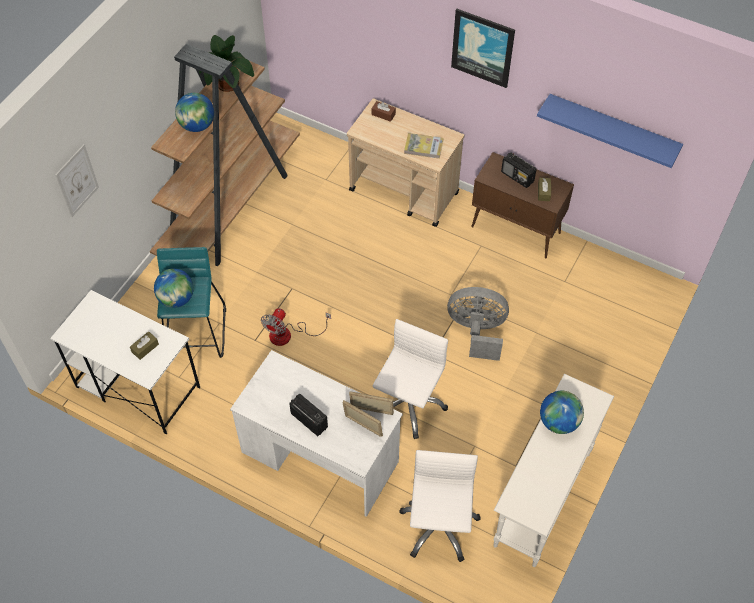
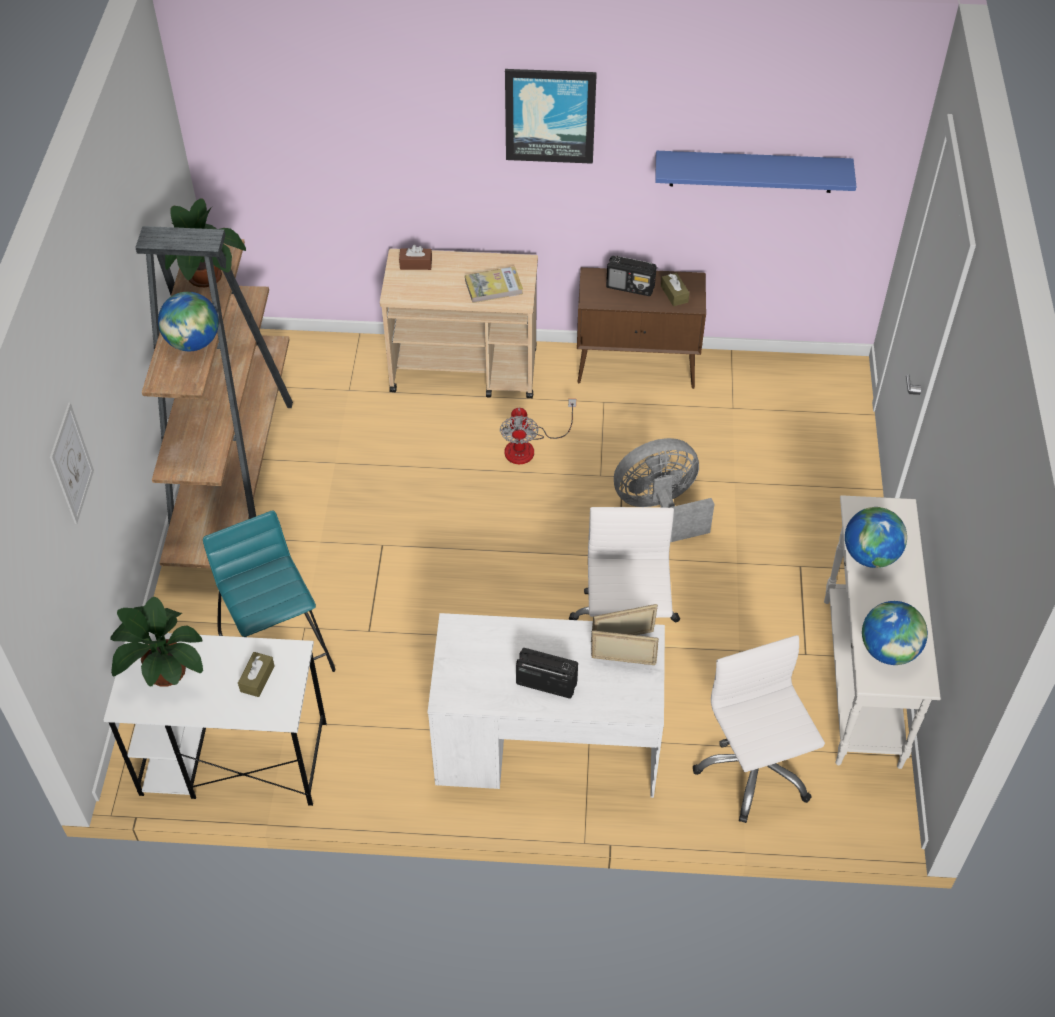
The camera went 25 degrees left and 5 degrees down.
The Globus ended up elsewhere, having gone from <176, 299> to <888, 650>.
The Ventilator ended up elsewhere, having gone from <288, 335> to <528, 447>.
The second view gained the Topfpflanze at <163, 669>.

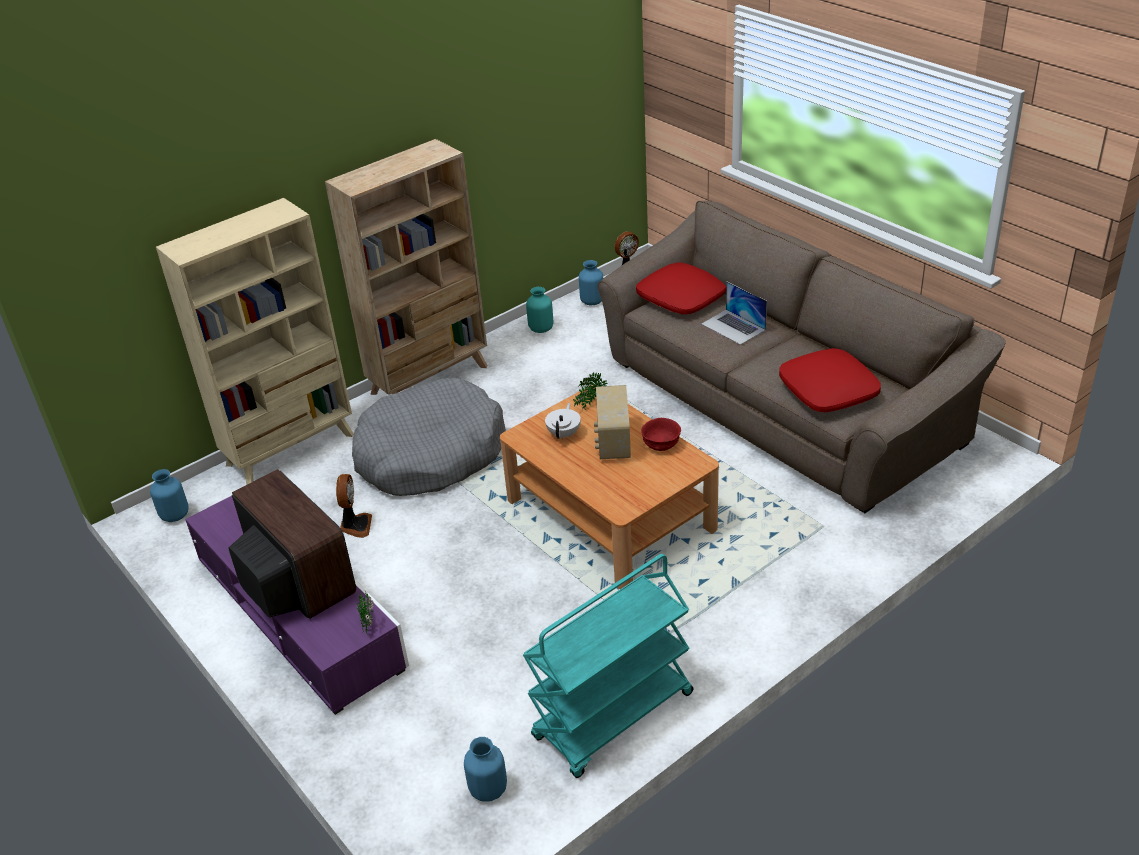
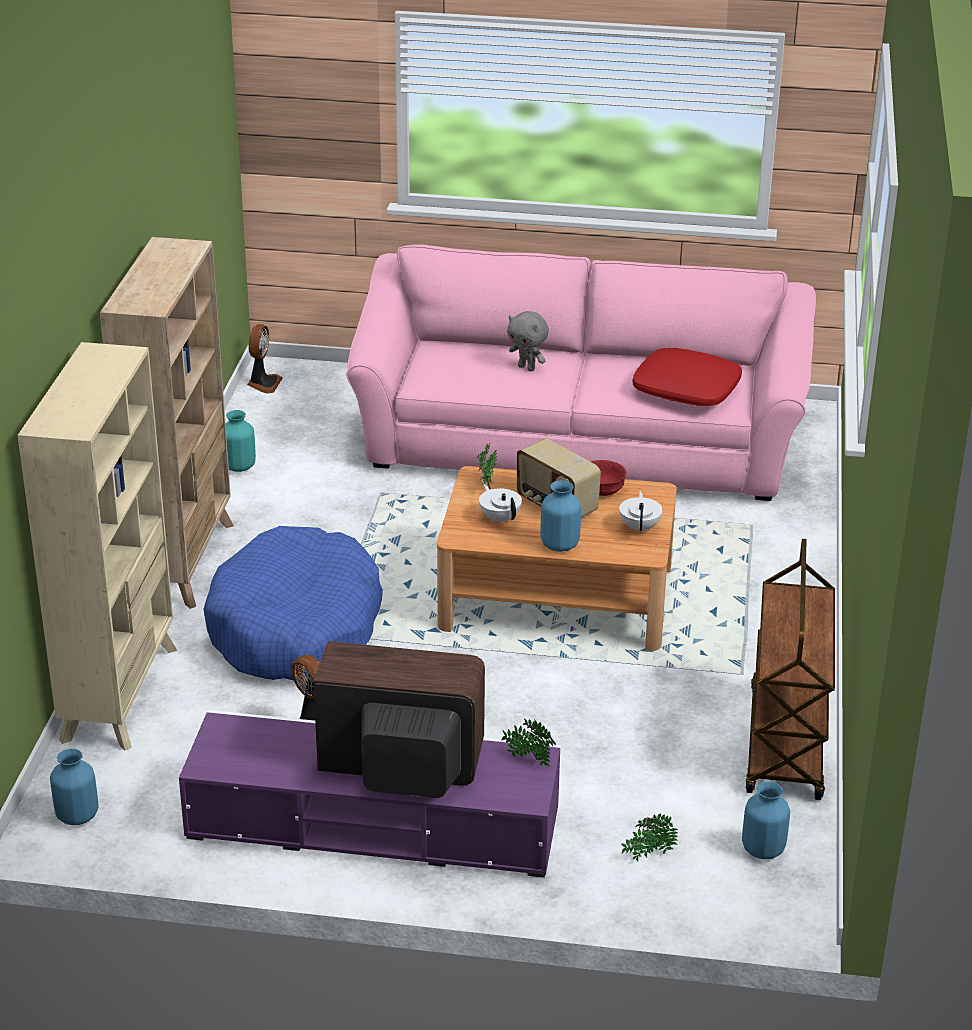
The camera went 45 degrees left and 5 degrees down.
What was the Sofa/braun at <780, 402> turned into the Sofa/rosa at <579, 441>.
The Vase/blau ended up elsewhere, having gone from <592, 301> to <560, 545>.
The second view lost the Kissen/rot at <682, 297>.
Where the Laptop stood at <733, 327>, the Plüschtier/grau came to stand at <527, 368>.
What was the Hundebett/grau at <430, 454> turned into the Hundebett/blau at <295, 628>.
What was the Rollwagen/türkis at <613, 718> turned into the Rollwagen/braun at <786, 745>.
The second view gained the Teekanne/weiß at <640, 527>.
The second view gained the Topfpflanze at <647, 855>.

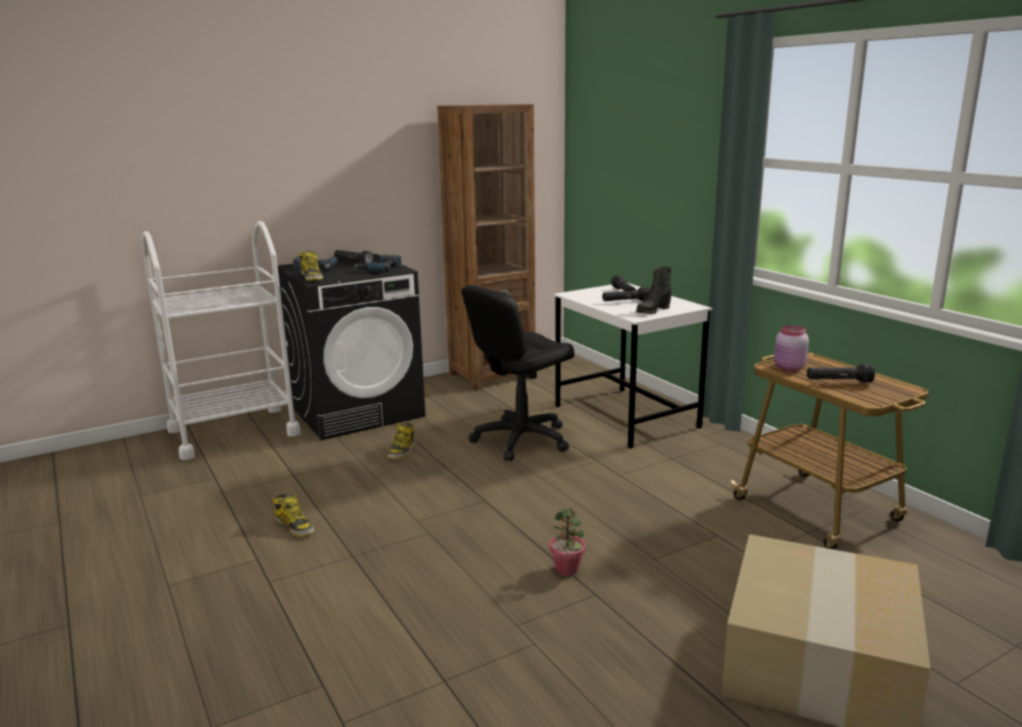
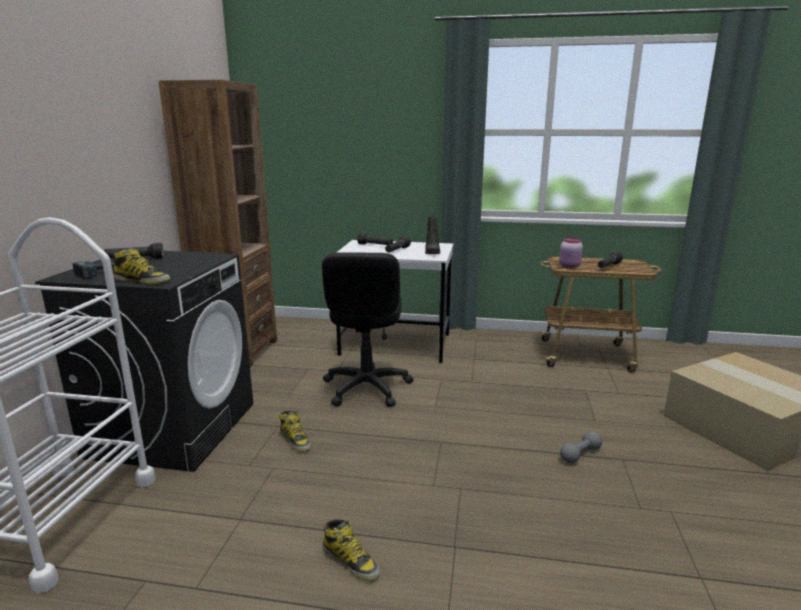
The camera went 50 degrees left and 0 degrees up.
The second view lost the Bohrmaschine at <379, 268>.
The Stiefel at <295, 526> ended up facing another way, 45 degrees clockwise from before.
Where the Topfpflanze stood at <567, 569>, the Hantel/grau came to stand at <580, 454>.

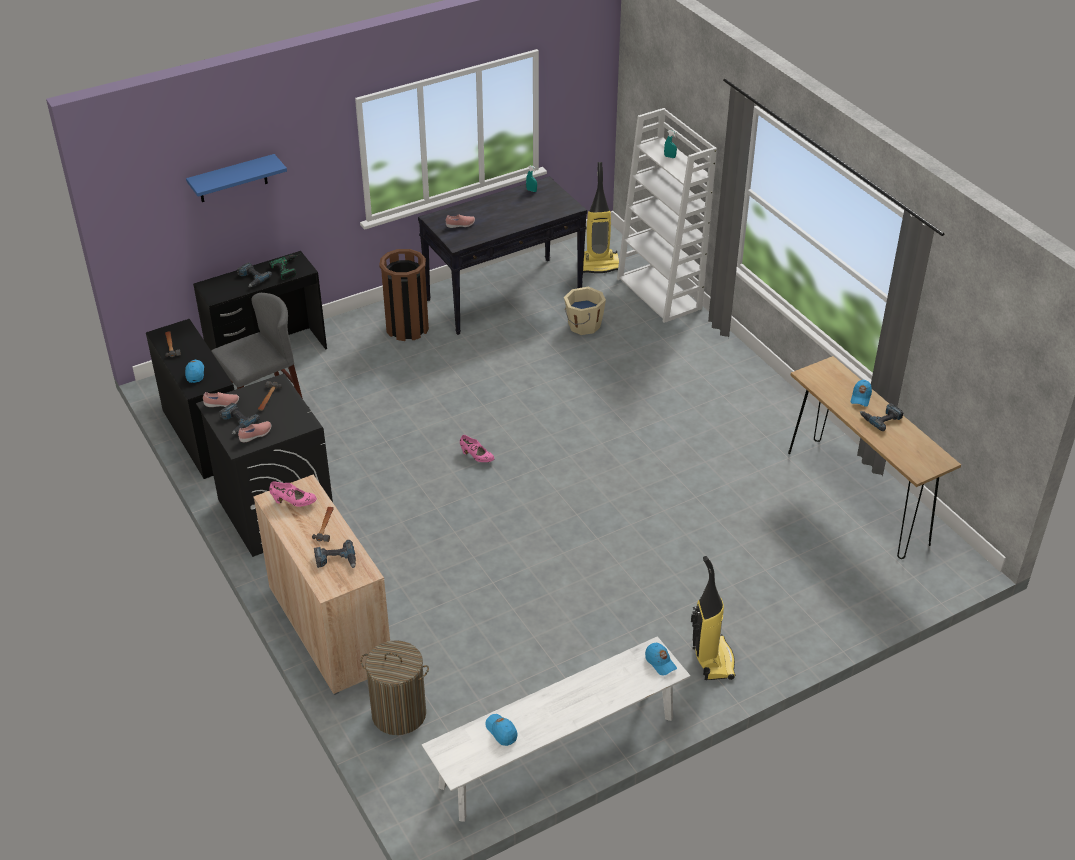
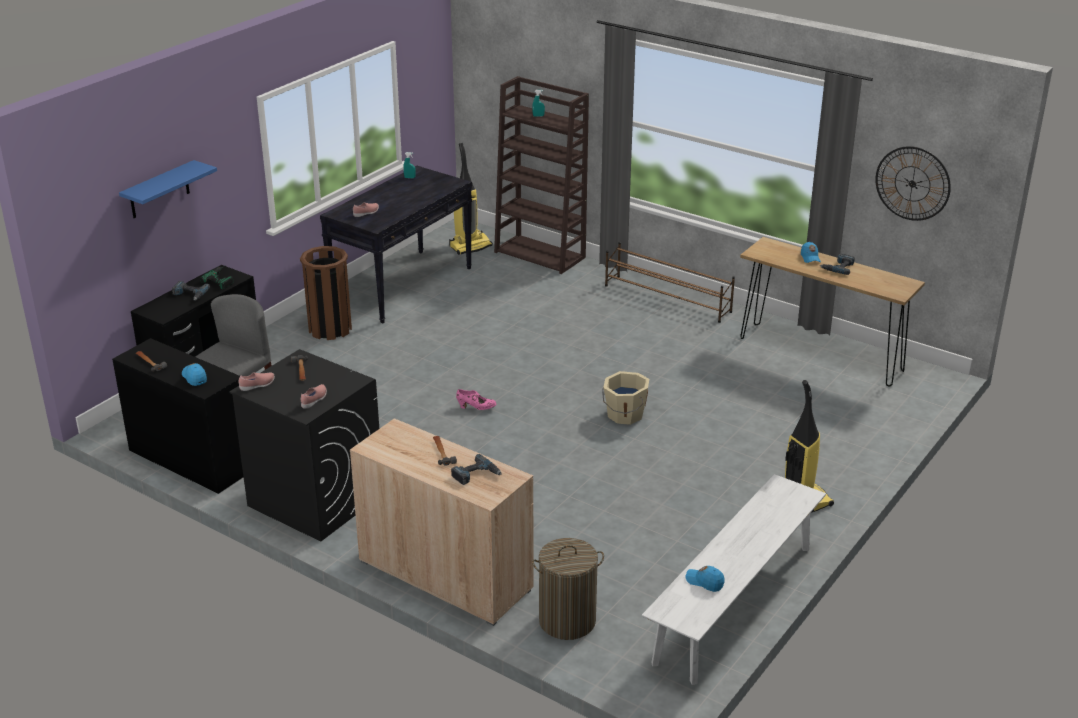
The camera went 25 degrees left and 10 degrees down.
What was the Bücherregal/weiß at <660, 294> turned into the Bücherregal/braun at <541, 255>.
The Eimer/beige ended up elsewhere, having gone from <583, 325> to <624, 415>.
The second view lost the Bohrmaschine at <236, 422>.
The second view lost the Schuh/rosa at <294, 502>.
The second view lost the Kappe/blau at <660, 662>.
The second view gained the Wanduhr at <912, 183>.
The second view gained the Schuhregal/braun at <667, 299>.

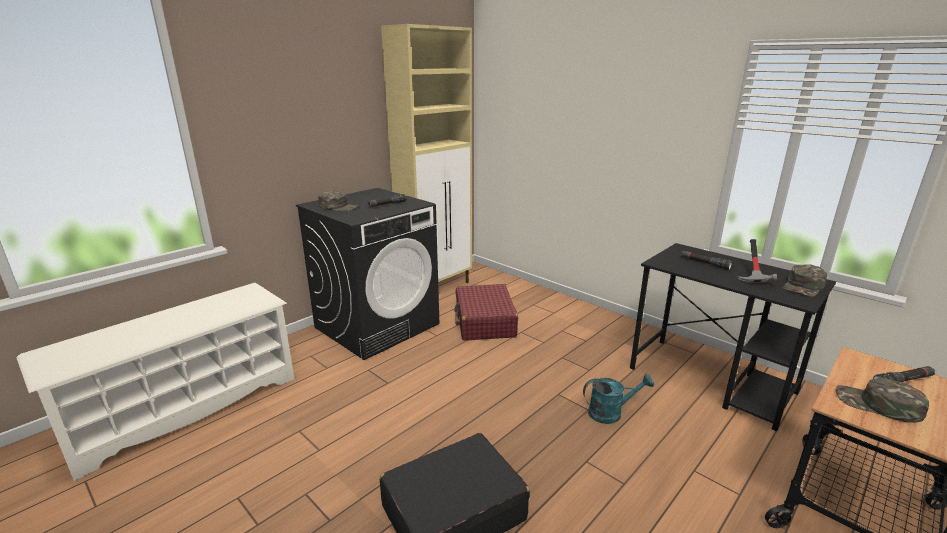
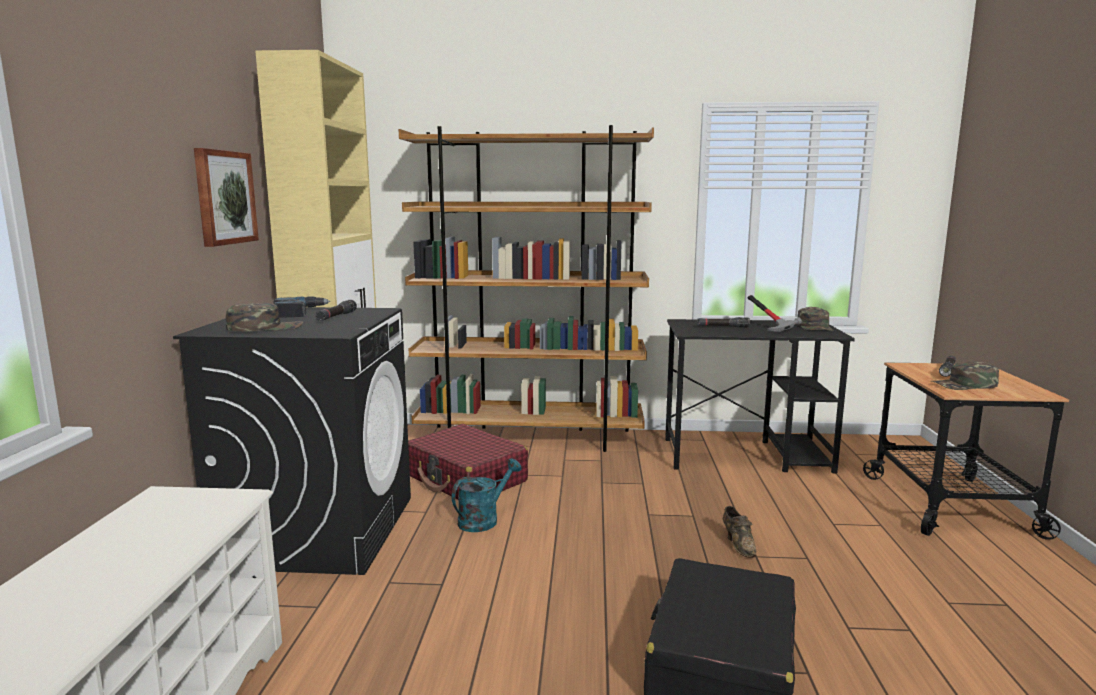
The camera went 40 degrees left and 10 degrees down.
The Gießkanne/türkis ended up elsewhere, having gone from <611, 413> to <483, 519>.
The second view gained the Bücherregal/braun at <530, 438>.
The second view gained the Bild at <224, 197>.
The second view gained the Bohrmaschine at <299, 312>.
The second view gained the Schuh/braun at <738, 544>.

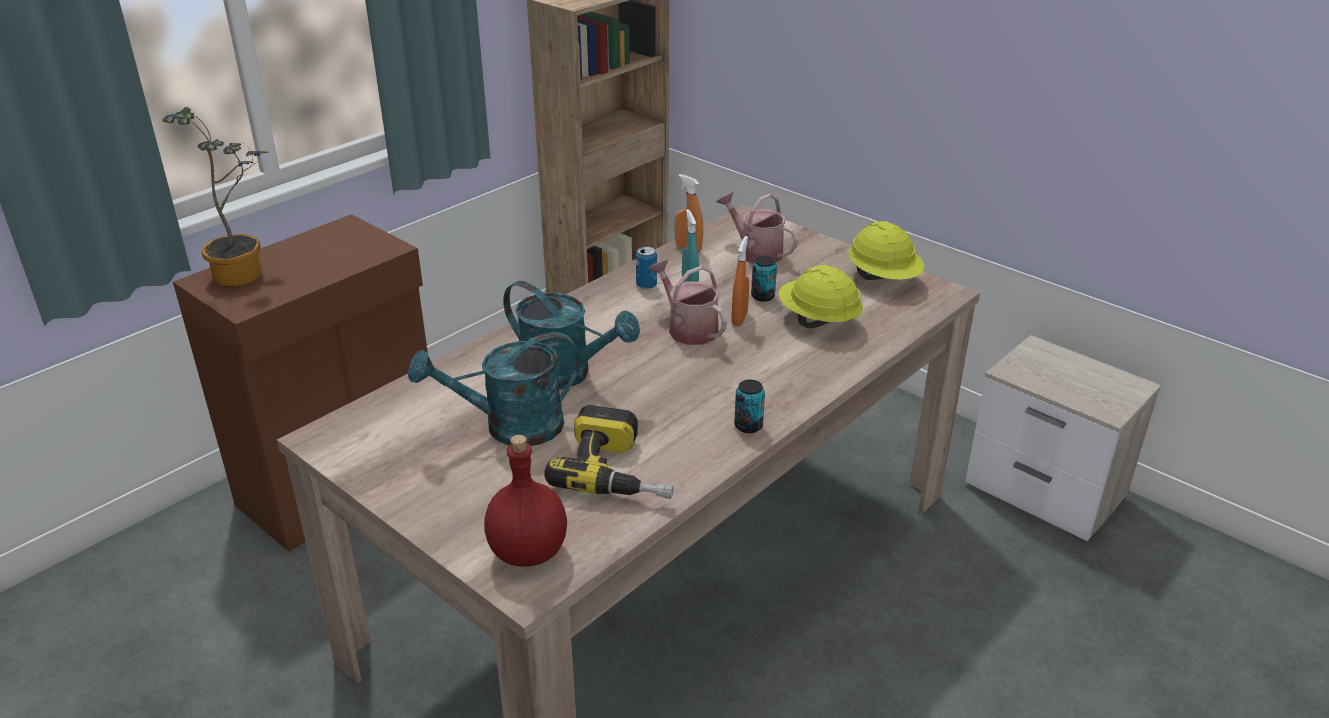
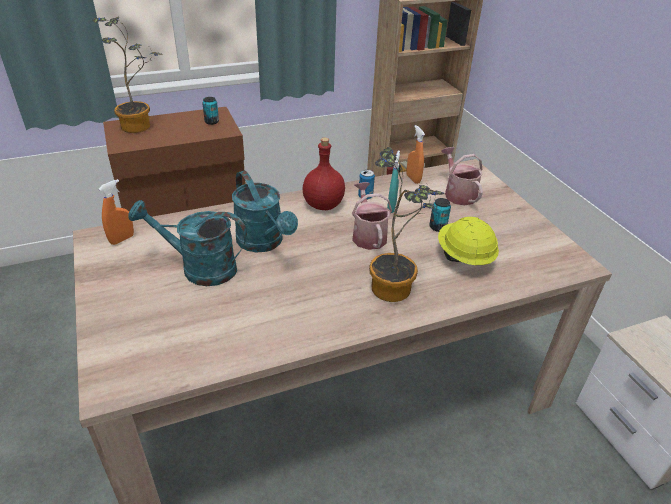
The camera went 25 degrees right and 5 degrees up.
The second view lost the Schutzhelm/gelb at <883, 279>.
The Sprühflasche/orange ended up elsewhere, having gone from <739, 318> to <122, 239>.
The Dose ended up elsewhere, having gone from <748, 426> to <212, 122>.
The second view lost the Bohrmaschine at <619, 470>.
The Flasche/rot ended up elsewhere, having gone from <529, 551> to <324, 205>.
The second view gained the Topfpflanze at <396, 287>.

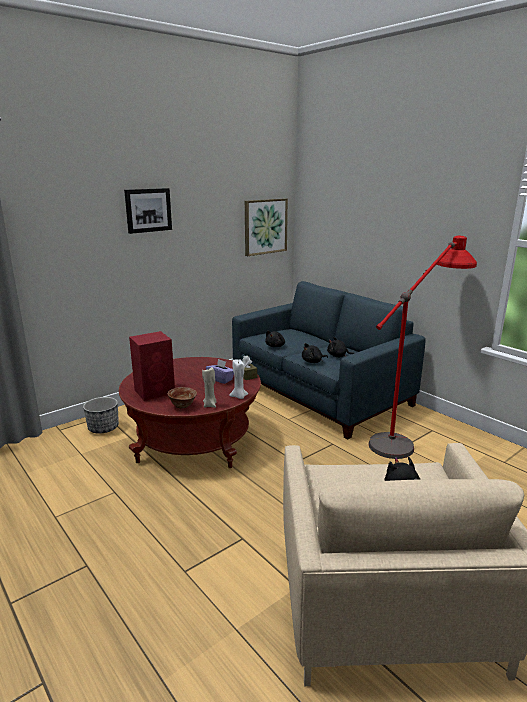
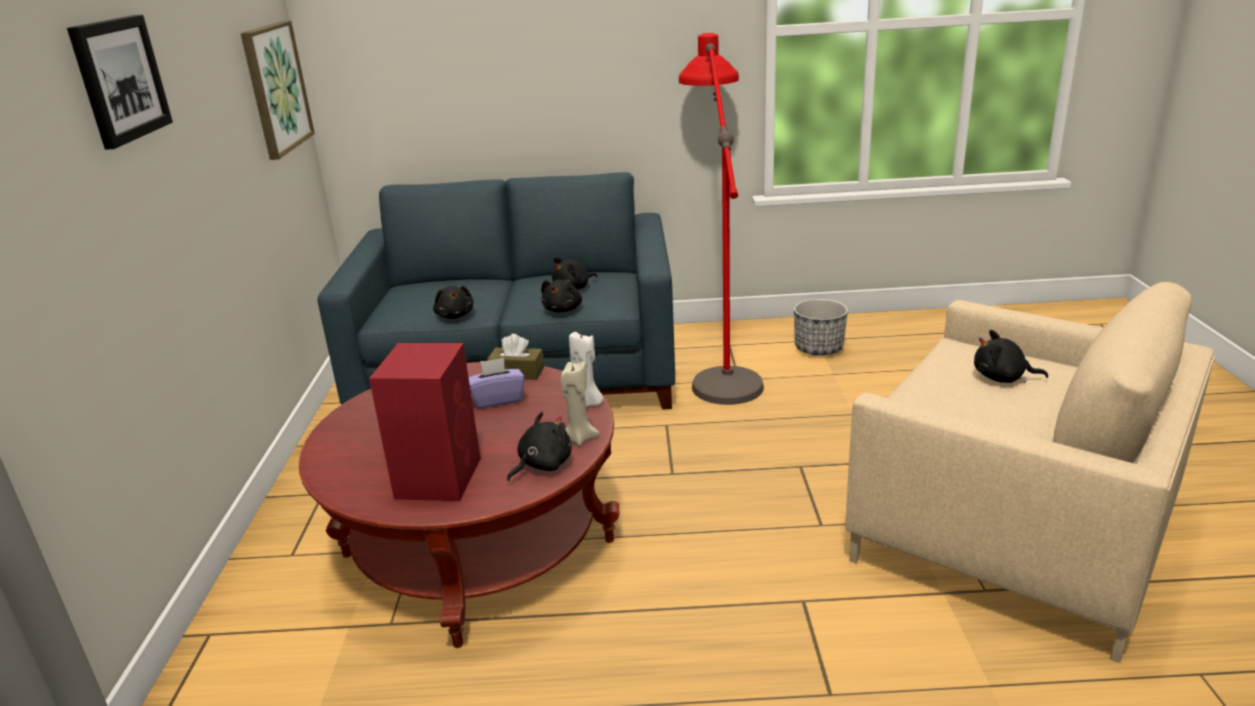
The camera went 50 degrees left and 5 degrees up.
Where the Schüssel stood at <182, 405>, the Plüschtier/schwarz came to stand at <542, 465>.
The Pflanzkübel ended up elsewhere, having gone from <103, 428> to <818, 349>.

